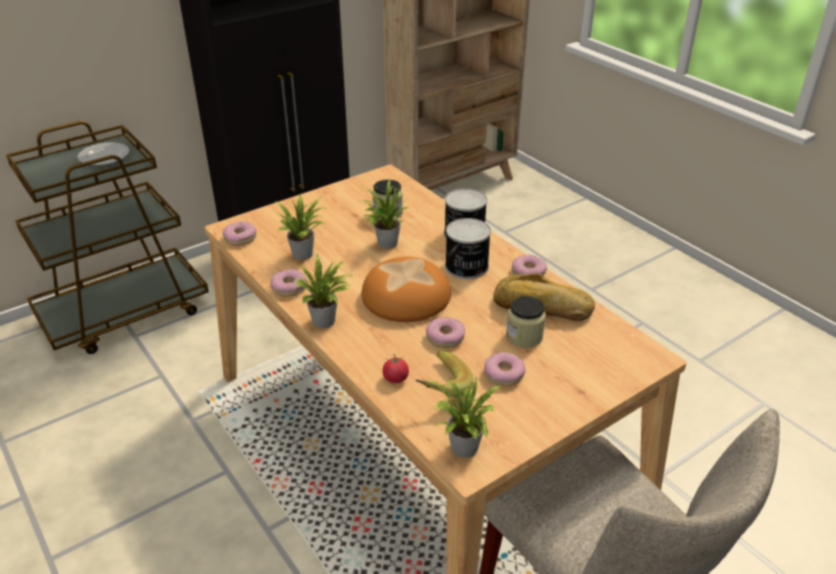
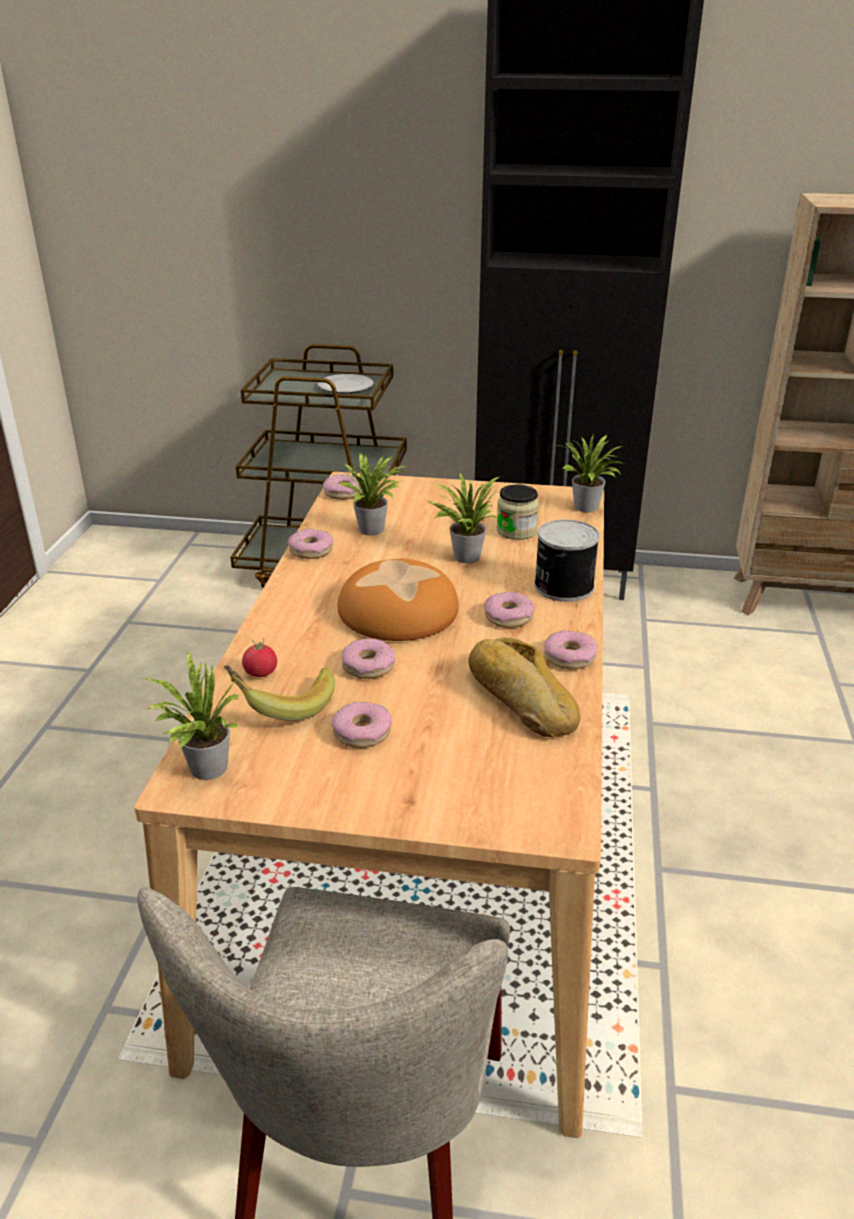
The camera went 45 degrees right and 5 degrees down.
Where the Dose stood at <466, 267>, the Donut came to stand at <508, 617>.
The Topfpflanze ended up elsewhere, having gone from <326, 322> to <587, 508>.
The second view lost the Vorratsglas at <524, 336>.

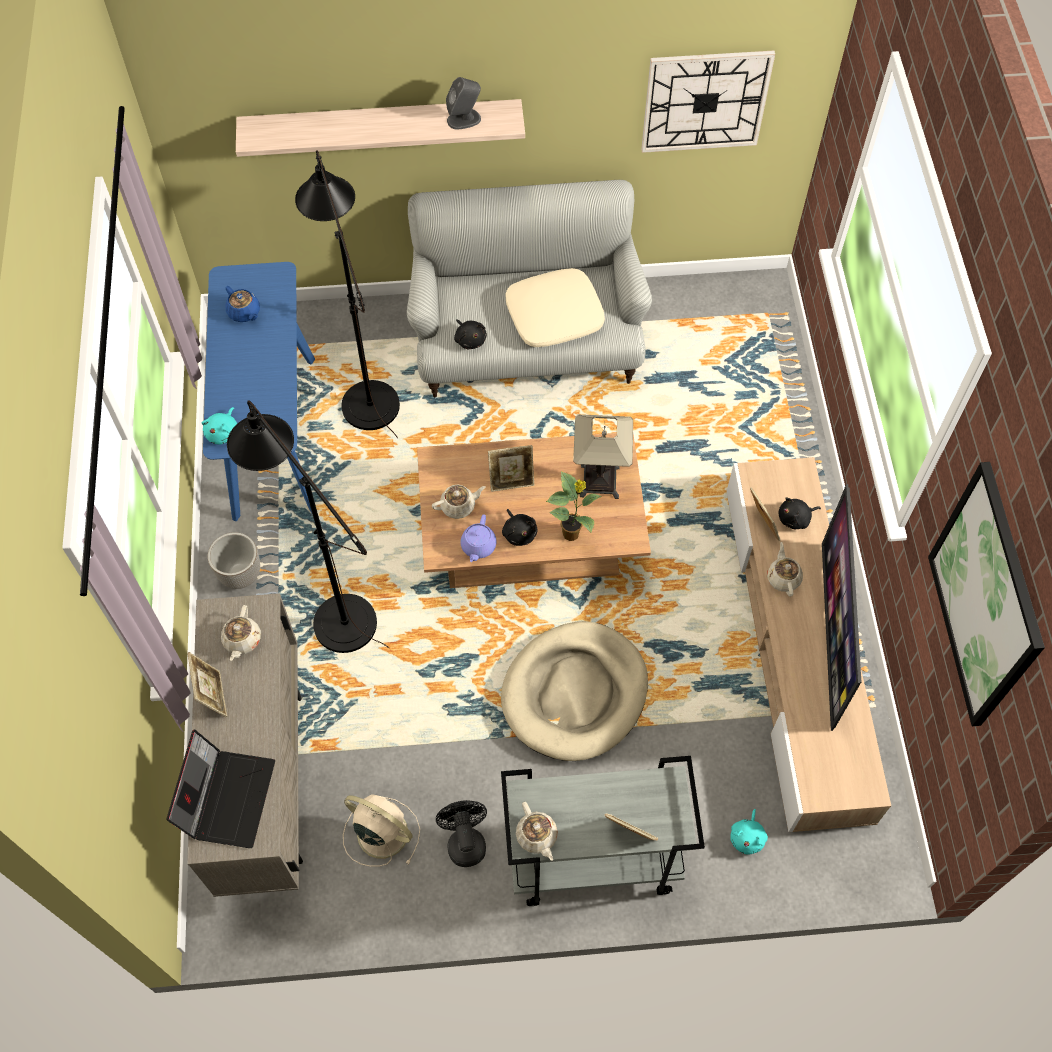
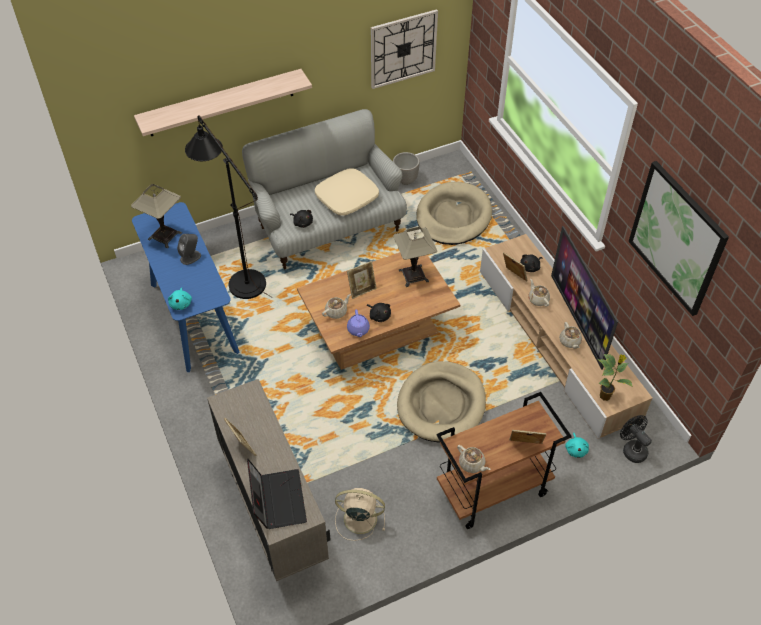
The camera went 20 degrees left and 10 degrees down.
The Lautsprecher/grau ended up elsewhere, having gone from <464, 119> to <191, 257>.
Where the Teekanne/blau stood at <244, 313>, the Tischlampe came to stand at <164, 236>.
The second view lost the Stehlampe/schwarz at <334, 611>.
The Topfpflanze ended up elsewhere, having gone from <572, 534> to <606, 396>.
The Pflanzkübel ended up elsewhere, having gone from <241, 575> to <405, 180>.
The Teekanne/beige ended up elsewhere, having gone from <242, 640> to <570, 341>.
What was the Rollwagen/grau at <592, 859> turned into the Rollwagen/braun at <492, 491>.
The Ventilator/schwarz ended up elsewhere, having gone from <465, 841> to <632, 449>.
The second view gained the Hundebett/beige at <453, 216>.

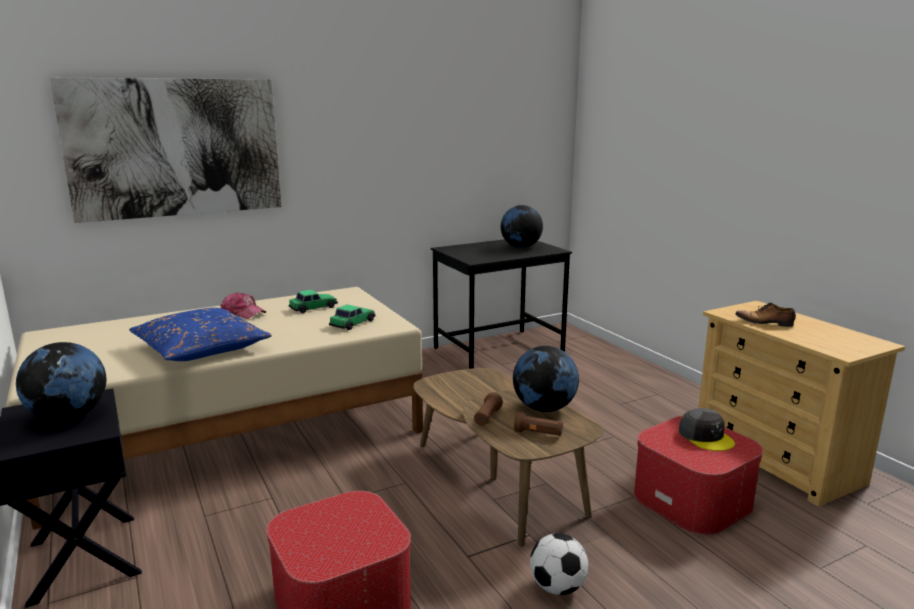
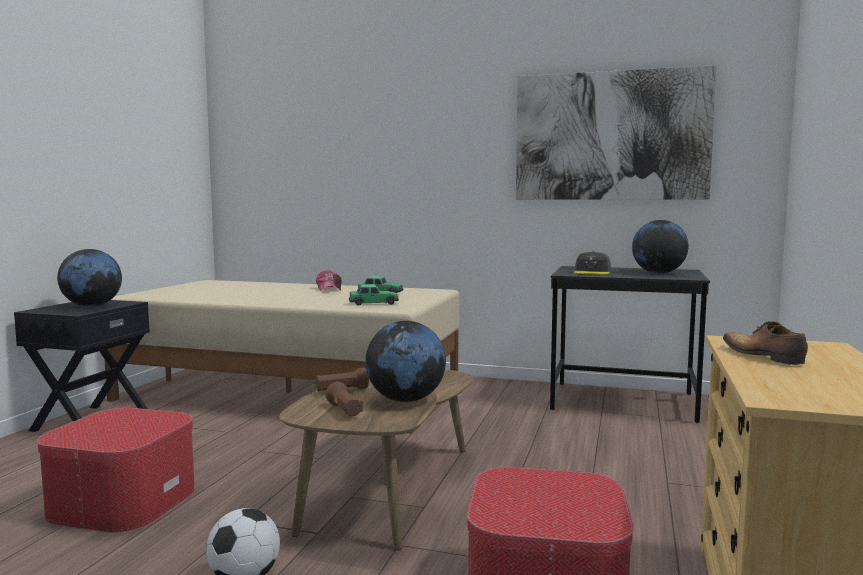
The camera went 45 degrees right and 10 degrees down.
The Bild ended up elsewhere, having gone from <175, 148> to <611, 136>.
The second view lost the Kissen/blau at <201, 348>.
The Kappe/grau ended up elsewhere, having gone from <705, 437> to <592, 272>.

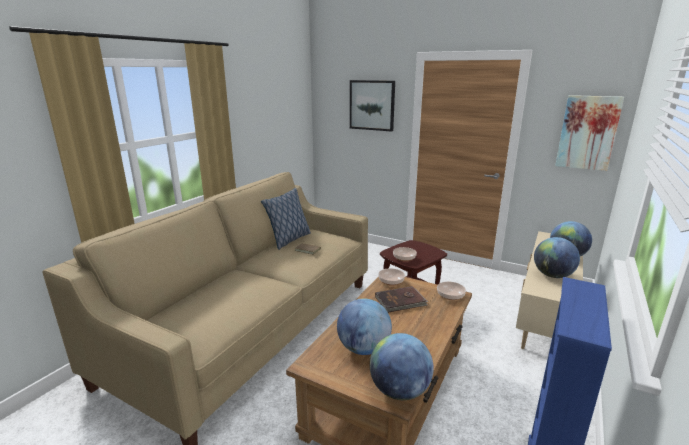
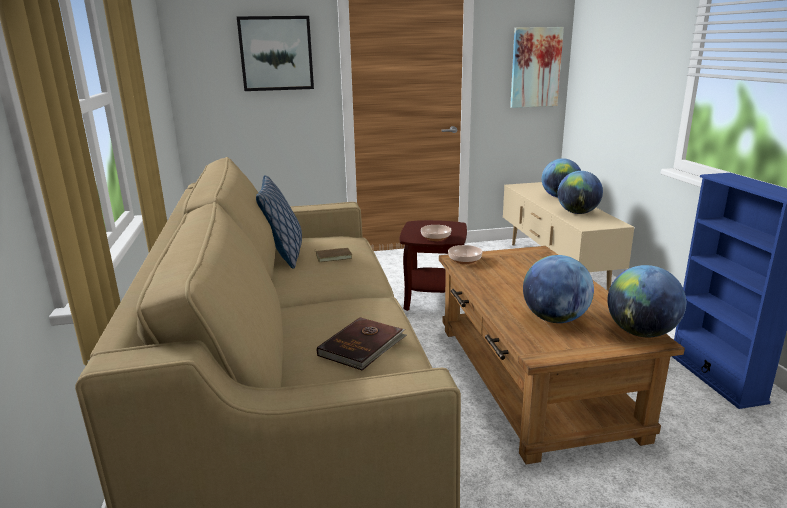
The camera went 40 degrees left and 0 degrees up.
The second view lost the Schüssel at <450, 295>.
The Buch/braun ended up elsewhere, having gone from <401, 301> to <363, 346>.

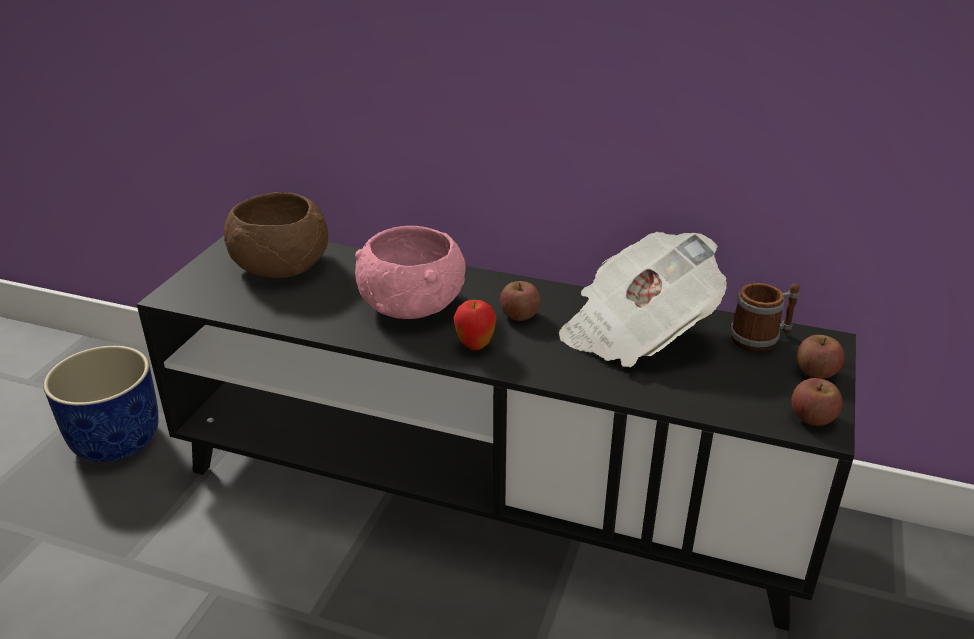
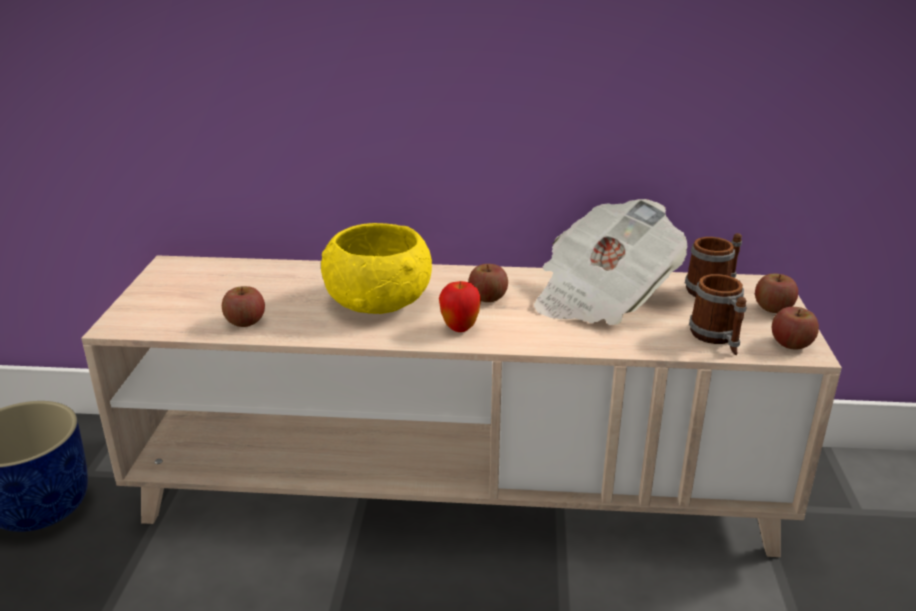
The camera went 15 degrees left and 5 degrees down.
The second view lost the Schüssel/braun at <281, 265>.
What was the Schüssel/rosa at <412, 304> turned into the Schüssel/gelb at <378, 301>.
What was the Fernsehschrank/schwarz at <487, 492> turned into the Fernsehschrank/beige at <458, 488>.
The second view gained the Henkelbecher at <717, 338>.
The second view gained the Apfel at <245, 322>.

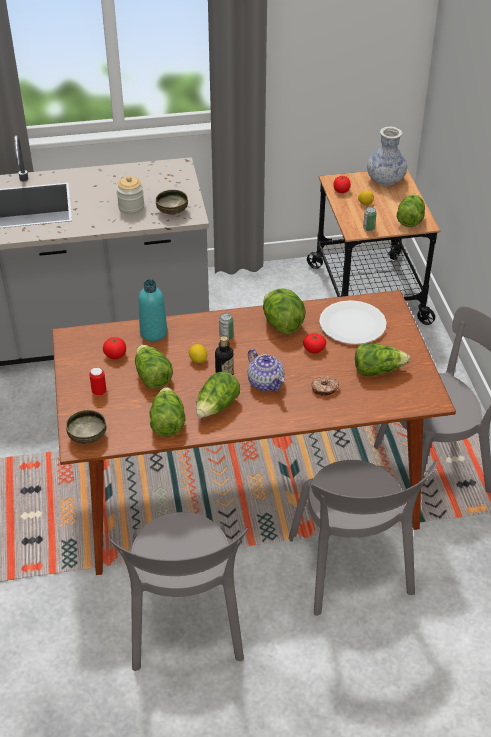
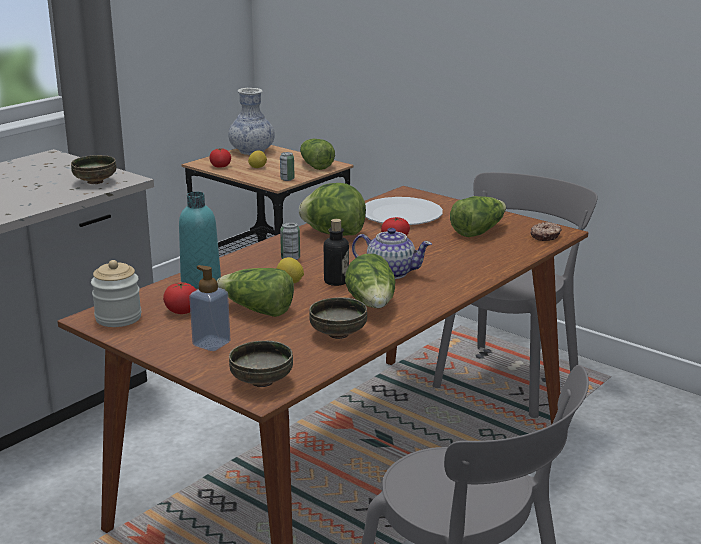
The camera went 40 degrees left and 20 degrees down.
The Vorratsglas ended up elsewhere, having gone from <131, 207> to <118, 318>.
Where the Dose stood at <99, 391>, the Seifenspender came to stand at <211, 343>.
The Donut ended up elsewhere, having gone from <324, 389> to <546, 236>.
Where the Salatkopf stood at <167, 422>, the Schüssel came to stand at <338, 335>.
The second view lost the Stuhl/grau at <351, 570>.

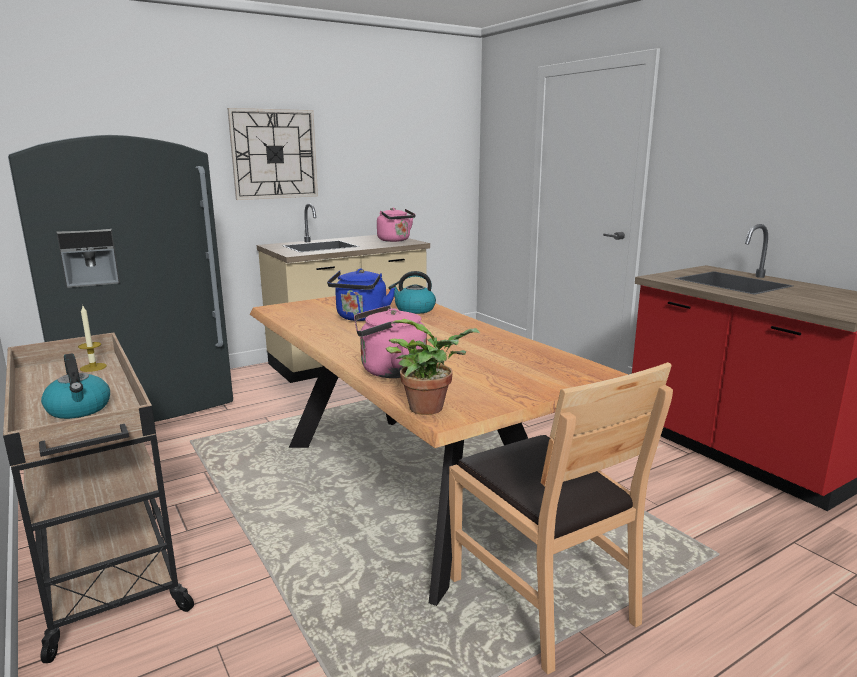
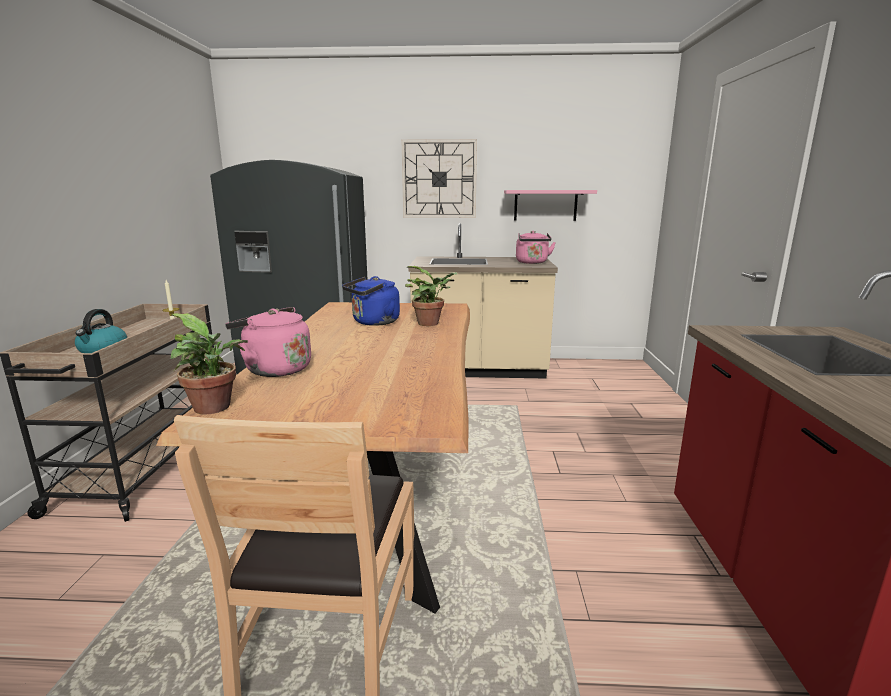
The camera went 35 degrees right and 0 degrees up.
Where the Wasserkessel stood at <414, 309>, the Topfpflanze came to stand at <431, 323>.
The second view gained the Wandregal/rosa at <545, 205>.

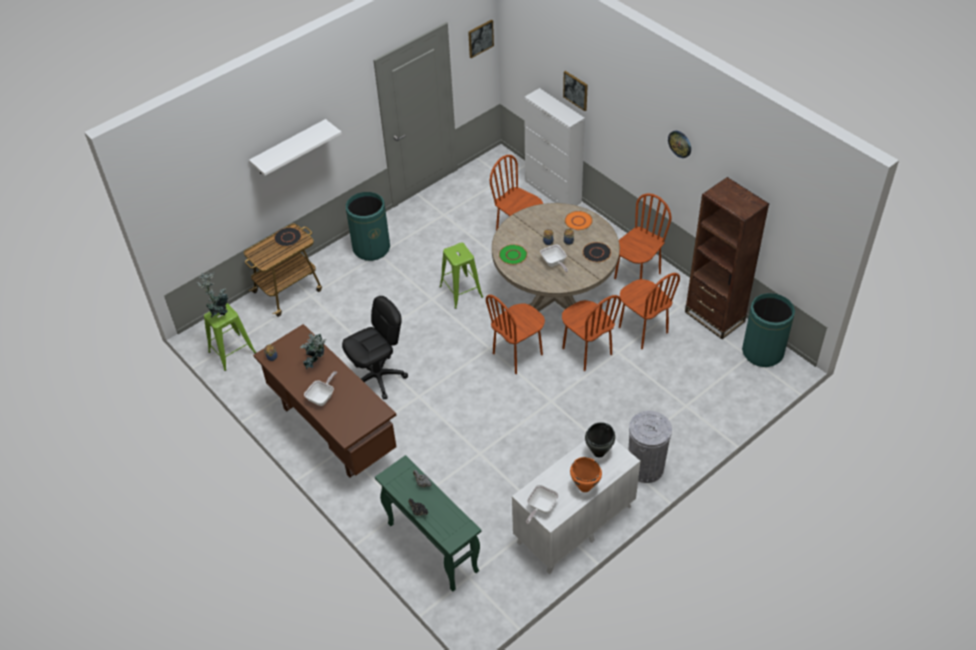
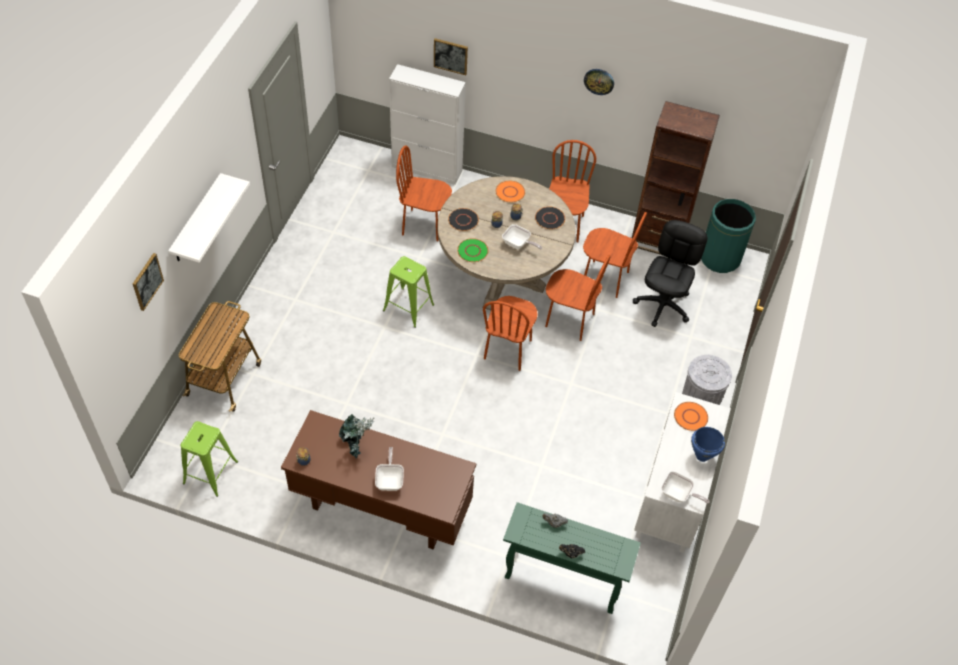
The camera went 35 degrees left and 5 degrees up.
The Bild ended up elsewhere, having gone from <480, 38> to <147, 281>.
The second view lost the Mülleimer/grün at <371, 248>.
The Teller/schwarz ended up elsewhere, having gone from <287, 237> to <463, 220>.
The second view lost the Topfpflanze at <219, 312>.
The Bürostuhl/schwarz ended up elsewhere, having gone from <378, 377> to <663, 305>.
Where the Kochtopf/schwarz stood at <599, 452>, the Teller/orange came to stand at <691, 416>.
What was the Kochtopf/orange at <585, 487> turned into the Kochtopf/blau at <702, 456>.
The Pfanne at <540, 508> ended up facing another way, 60 degrees counterclockwise from before.

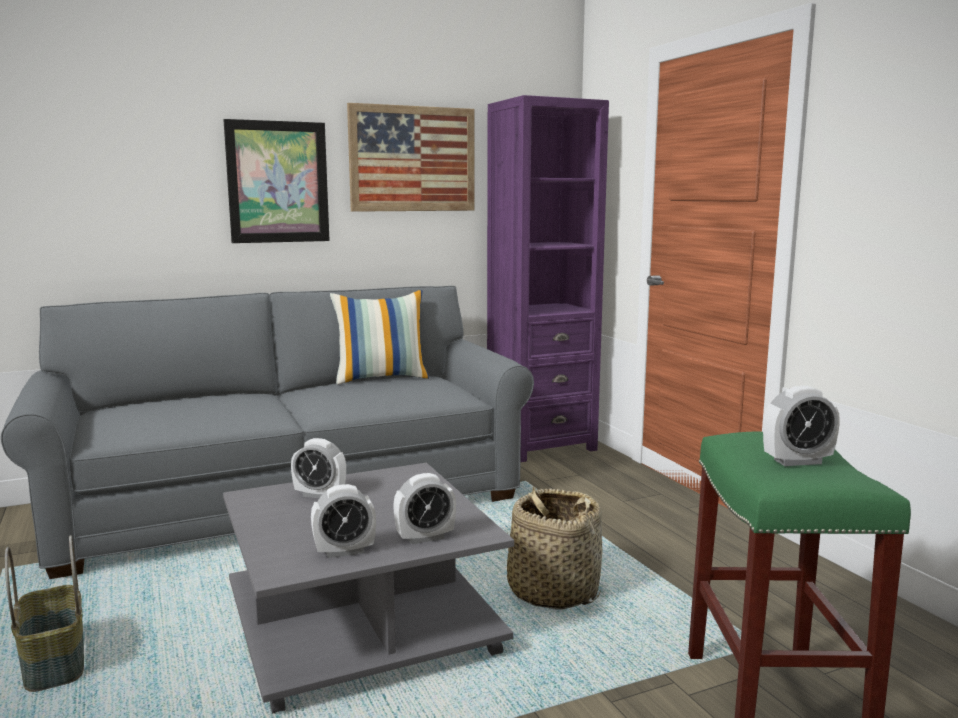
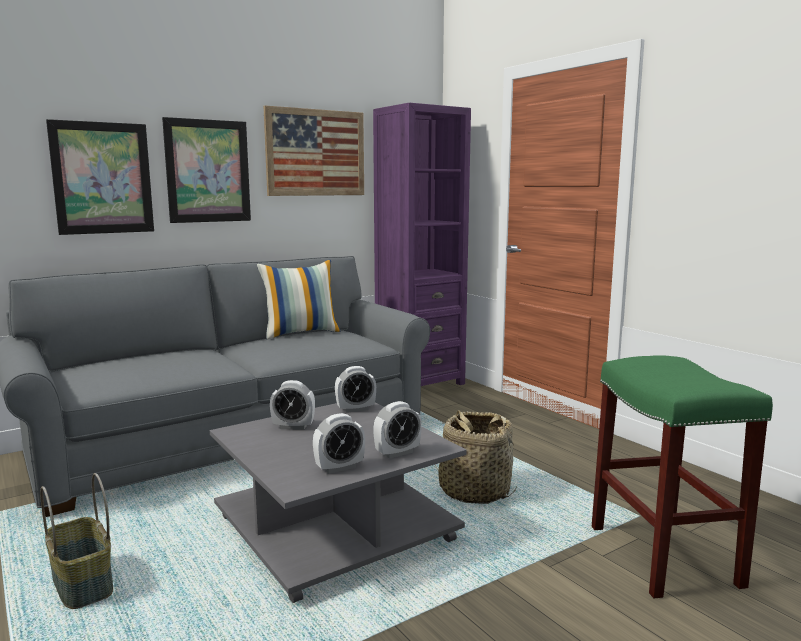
The camera went 10 degrees left and 0 degrees up.
The Wecker ended up elsewhere, having gone from <797, 461> to <355, 409>.
The second view gained the Bild at <102, 178>.

